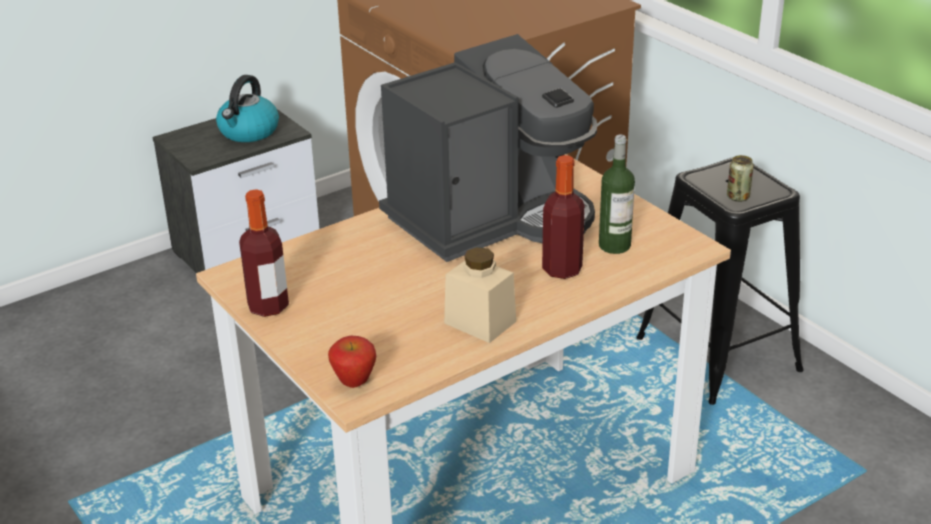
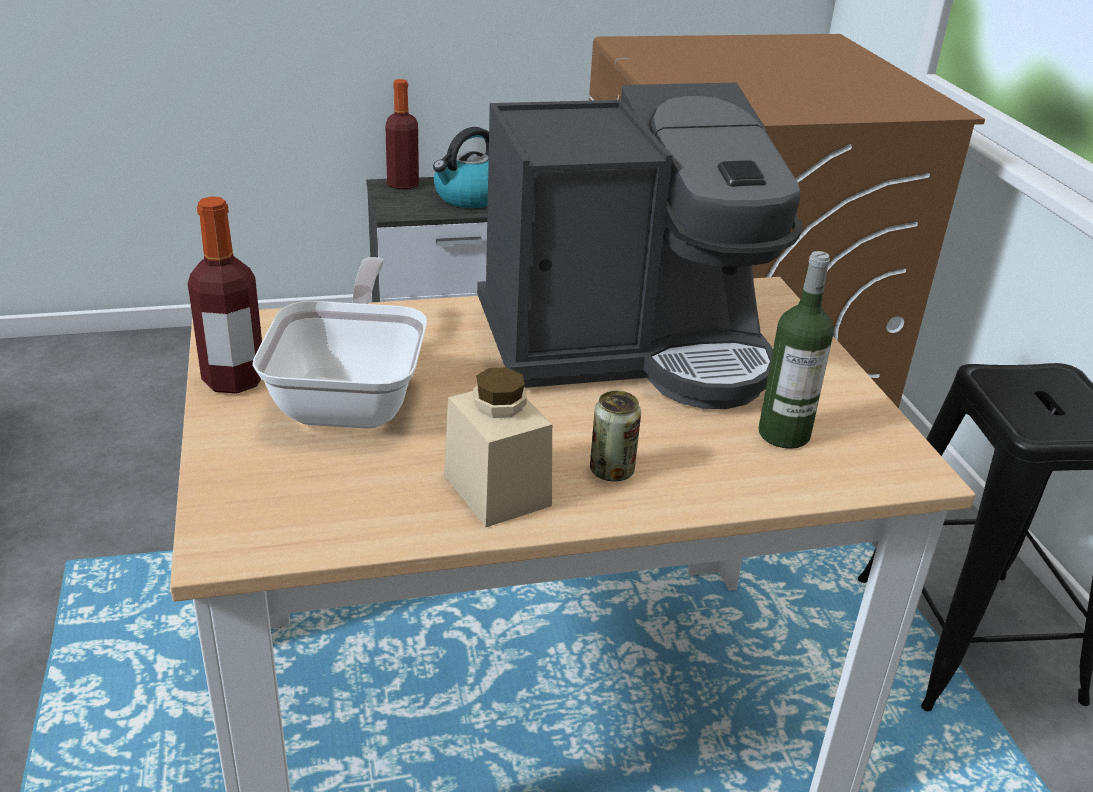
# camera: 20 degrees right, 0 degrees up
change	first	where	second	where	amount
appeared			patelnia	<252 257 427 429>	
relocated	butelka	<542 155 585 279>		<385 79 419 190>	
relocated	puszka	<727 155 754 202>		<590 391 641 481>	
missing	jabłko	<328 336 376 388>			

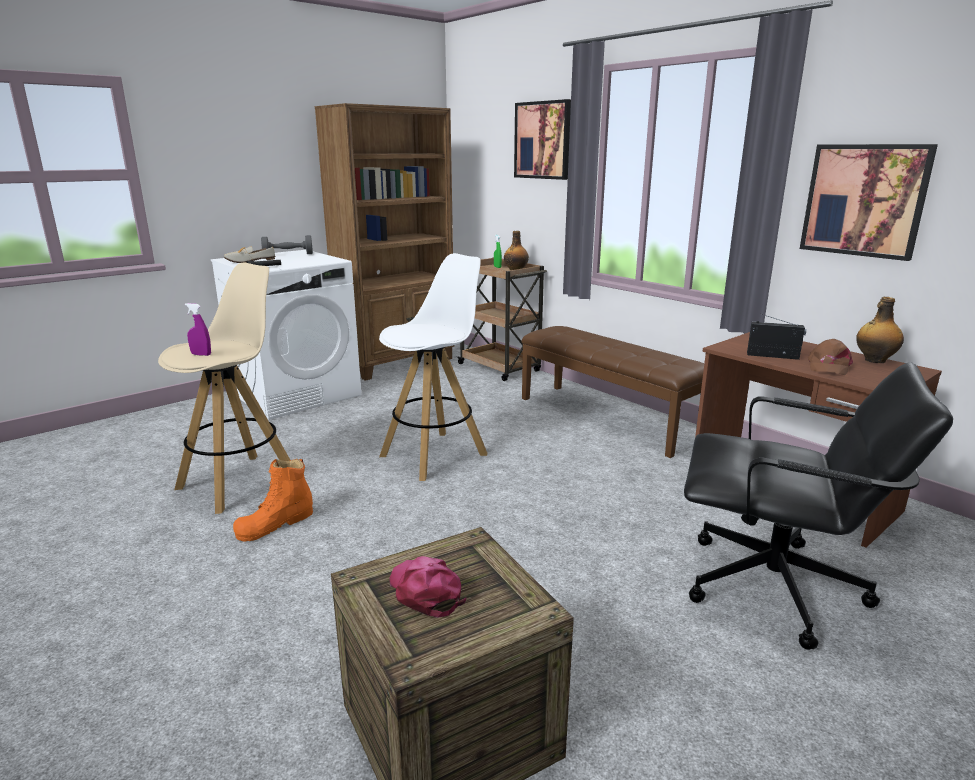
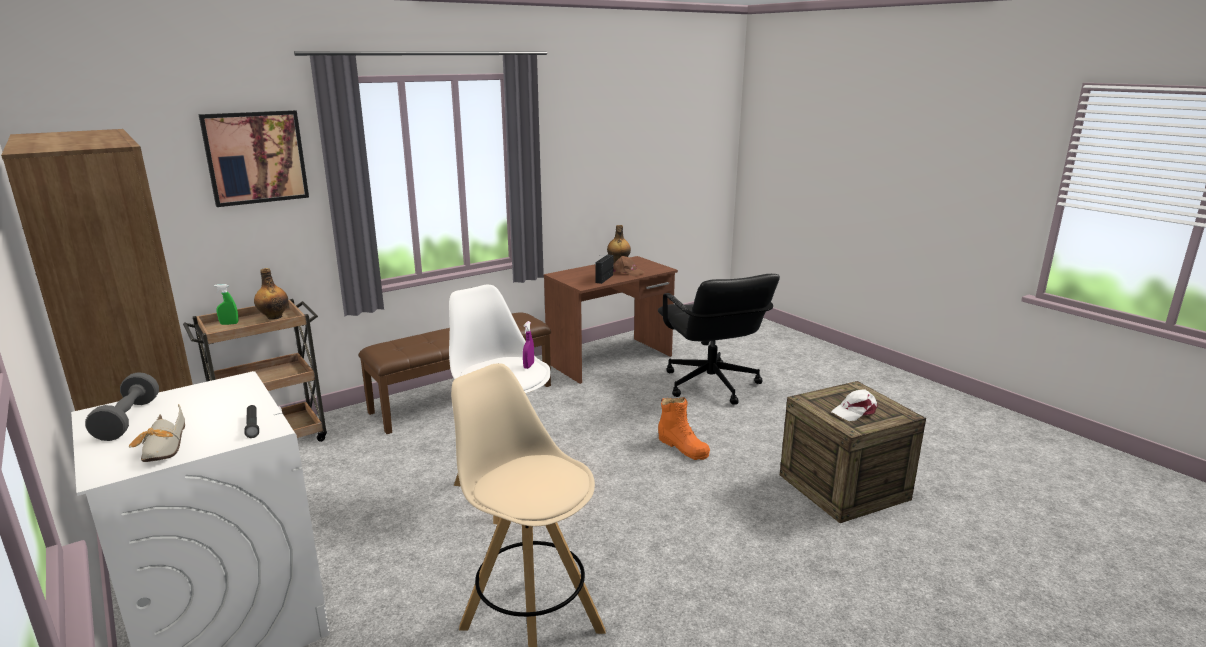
# camera: 85 degrees left, 0 degrees up
change	first	where	second	where	amount
relocated	spryskiwacz/fioletowy	<185 303 211 356>		<523 321 534 369>	
spun	krzesło biurowe/czarny	<684 362 953 650>		<658 274 780 405>	135 degrees clockwise
relocated	but z cholewką/pomarańczowy	<233 459 313 542>		<658 397 710 460>	
colour	czapka z daszkiem/różowy	<389 556 467 618>	czapka z daszkiem/biały	<832 389 878 421>	
missing	obraz	<800 144 938 261>			

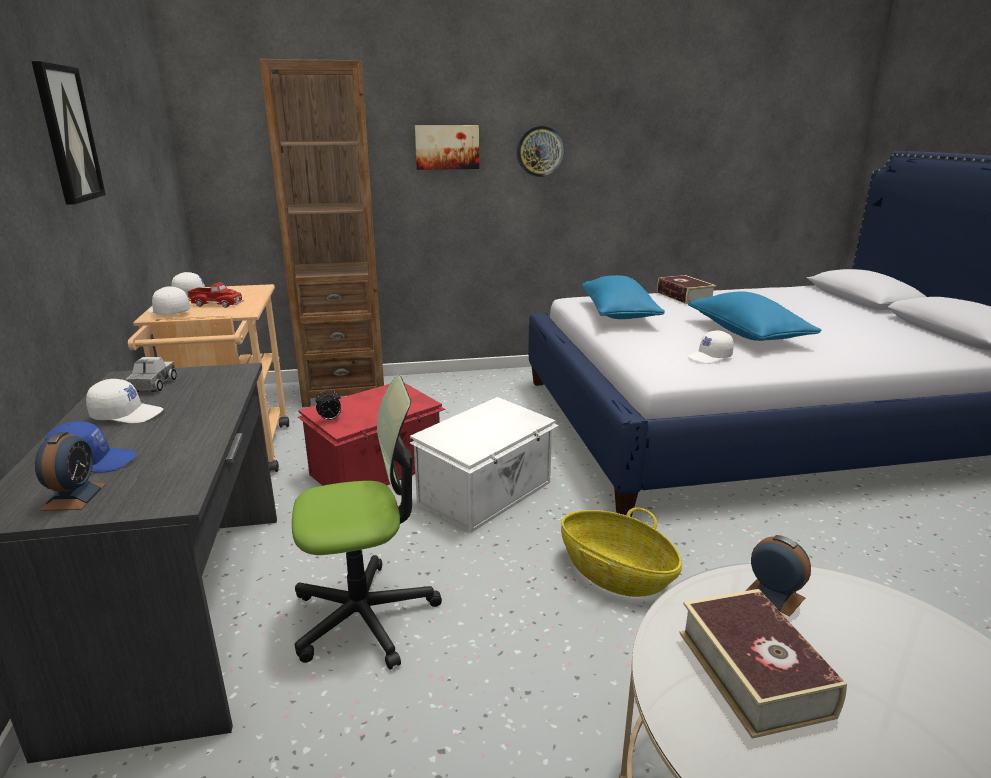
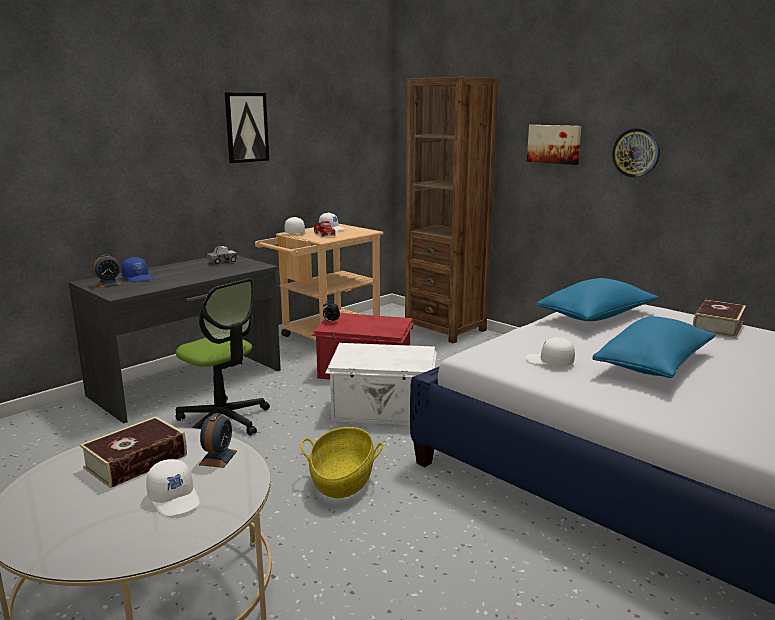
# camera: 55 degrees right, 5 degrees down
change	first	where	second	where	amount
relocated	czapka z daszkiem/biały	<86 379 163 423>		<146 459 200 516>	

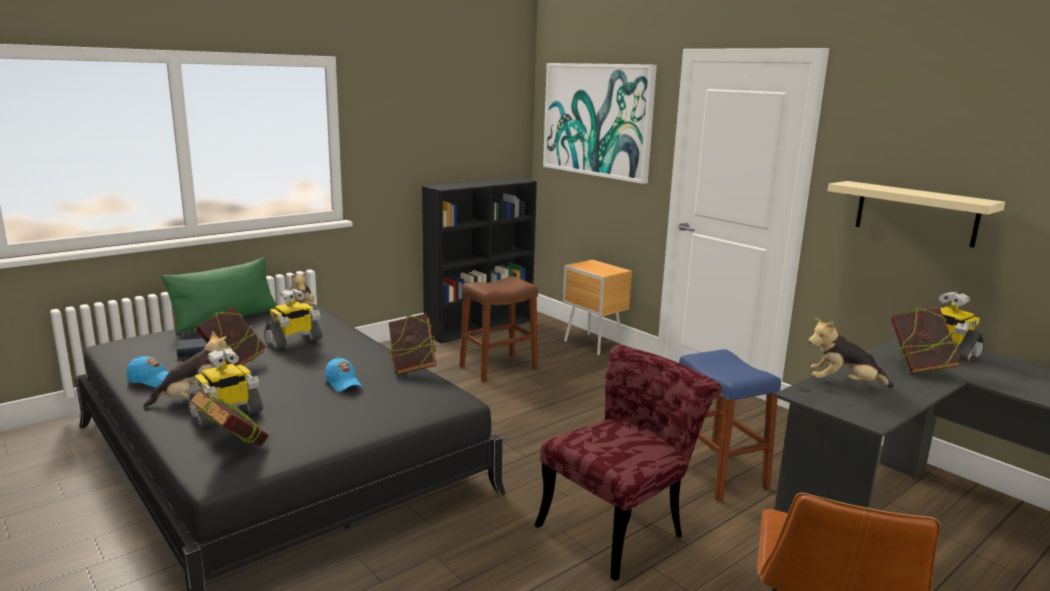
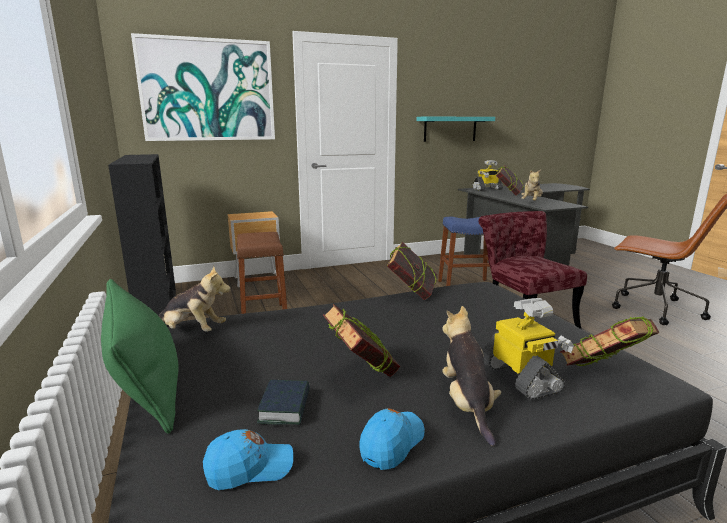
# camera: 70 degrees left, 0 degrees up
change	first	where	second	where	amount
relocated	czapka z daszkiem/niebieski	<325 357 362 392>		<203 429 293 490>	
colour	półka/beżowy	<827 181 1005 248>	półka/turkusowy	<417 117 495 142>	
missing	robot zabawkowy	<264 289 322 349>			

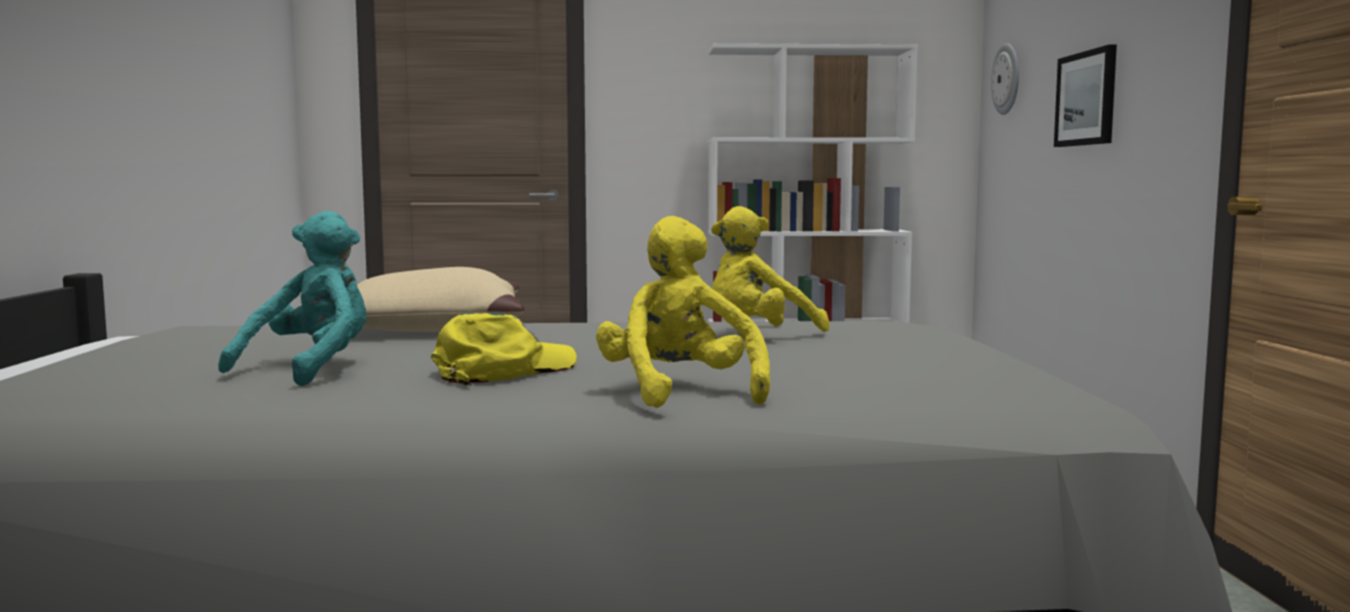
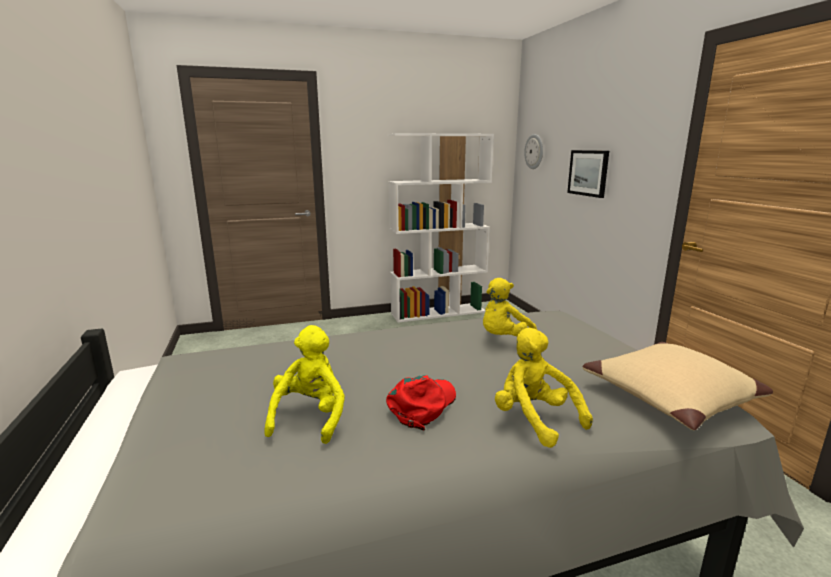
# camera: 15 degrees left, 10 degrees up
change	first	where	second	where	amount
colour	pluszak/turkusowy	<218 211 367 386>	pluszak/żółty	<264 325 345 444>	
colour	czapka z daszkiem/żółty	<431 313 577 386>	czapka z daszkiem/czerwony	<386 375 456 430>	
relocated	poduszka/beżowy	<357 267 524 332>		<582 342 773 430>	

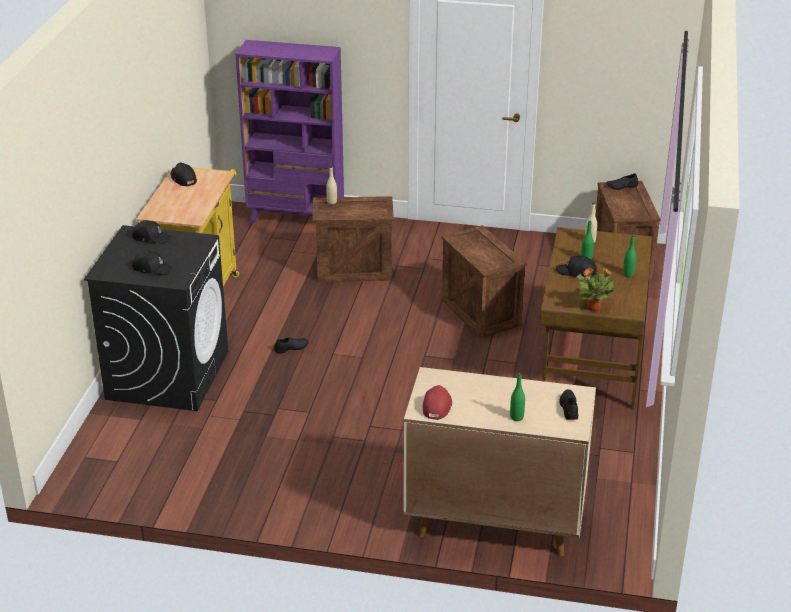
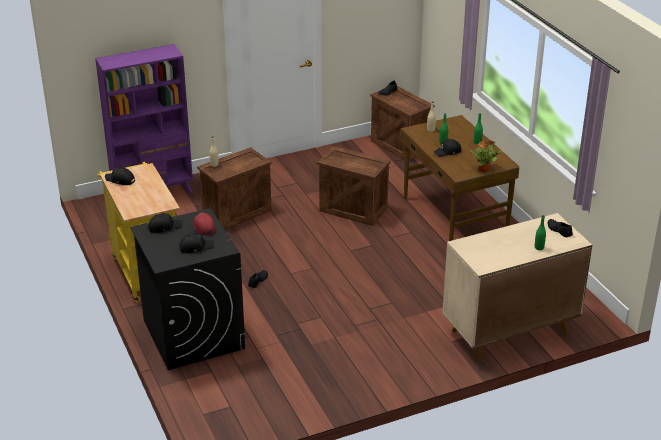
# camera: 35 degrees left, 0 degrees up
change	first	where	second	where	amount
relocated	czapka z daszkiem/czerwony	<423 385 452 420>		<193 212 215 236>	

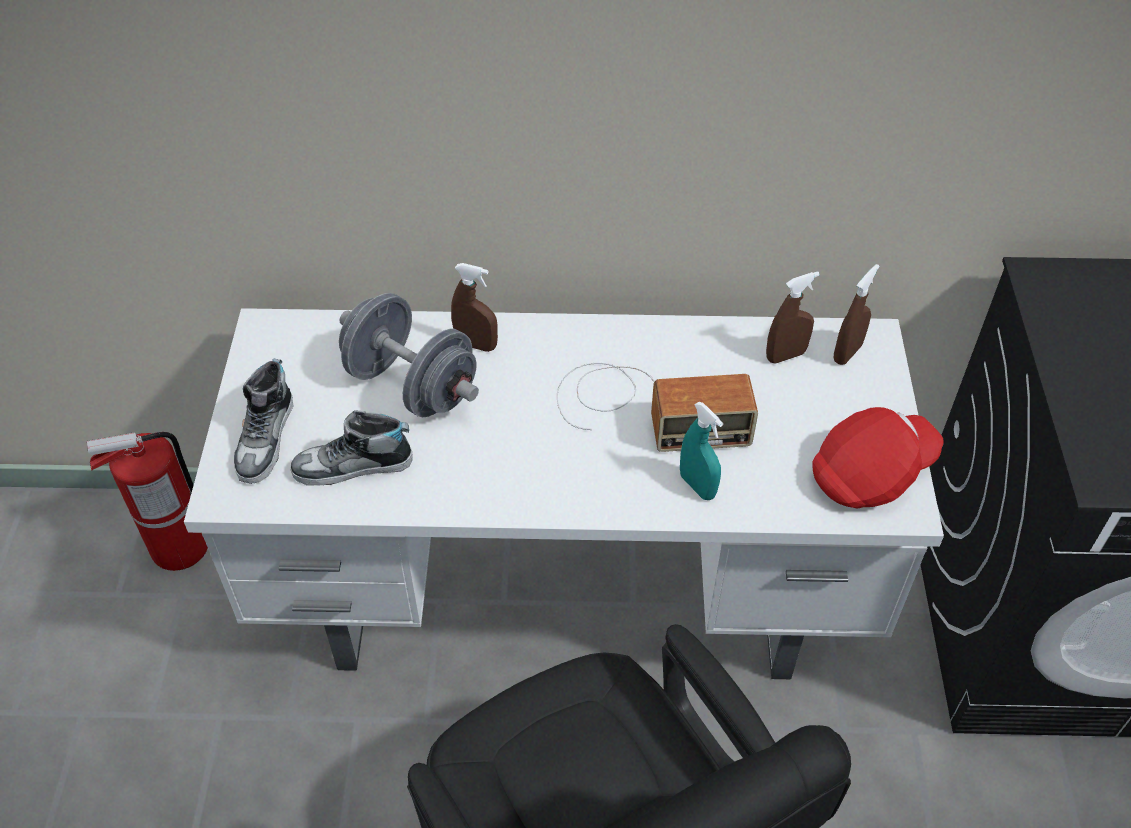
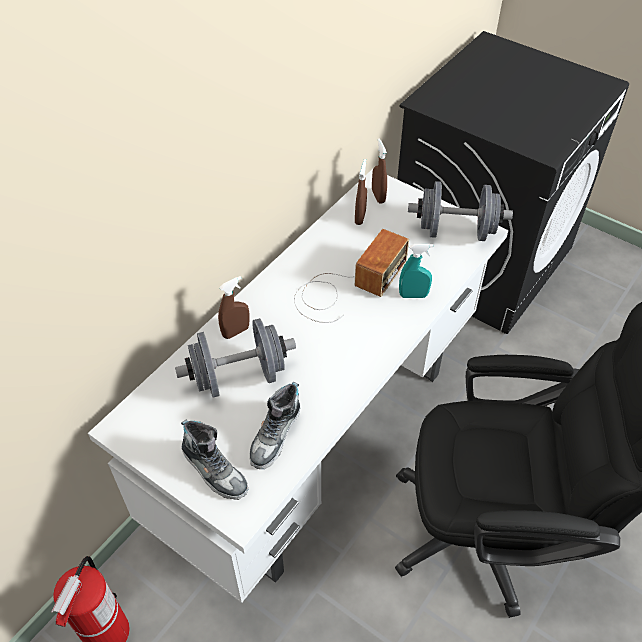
# camera: 55 degrees left, 0 degrees up
change	first	where	second	where	amount
exchanged	czapka z daszkiem/czerwony	<812 407 944 509>	hantel/szary	<408 181 513 241>	

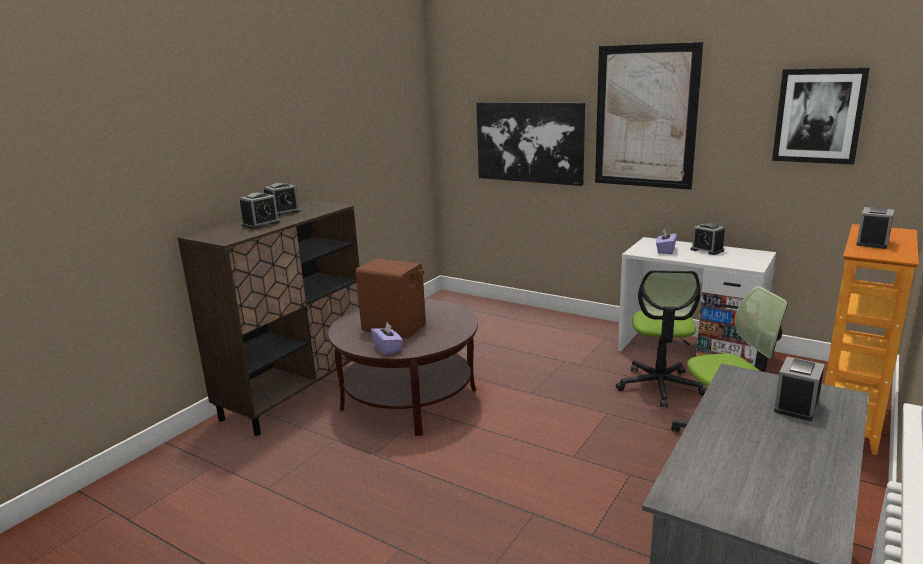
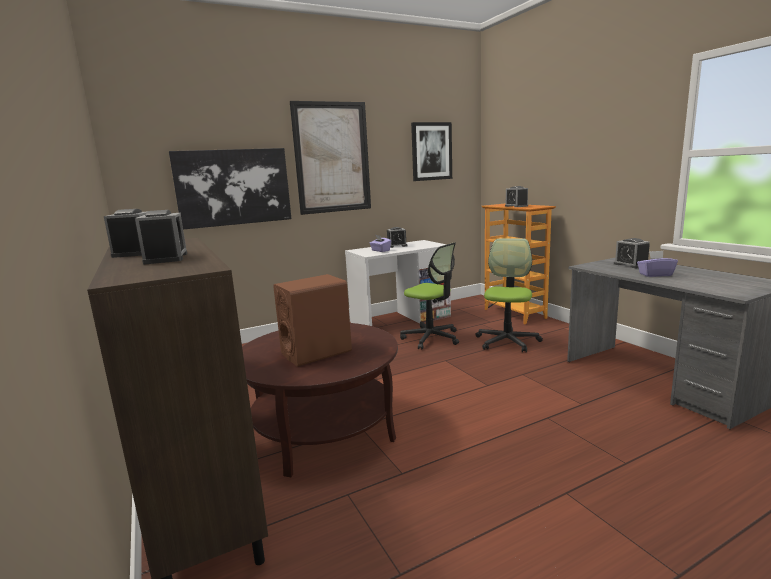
# camera: 60 degrees left, 5 degrees down
change	first	where	second	where	amount
relocated	pudełko chusteczek/fioletowy	<371 322 403 355>		<637 251 678 277>	

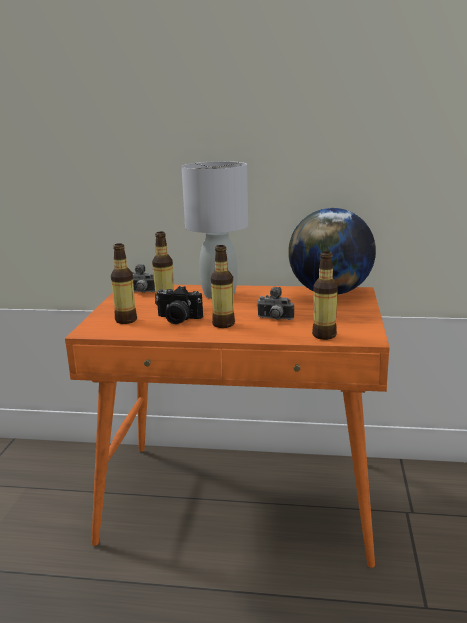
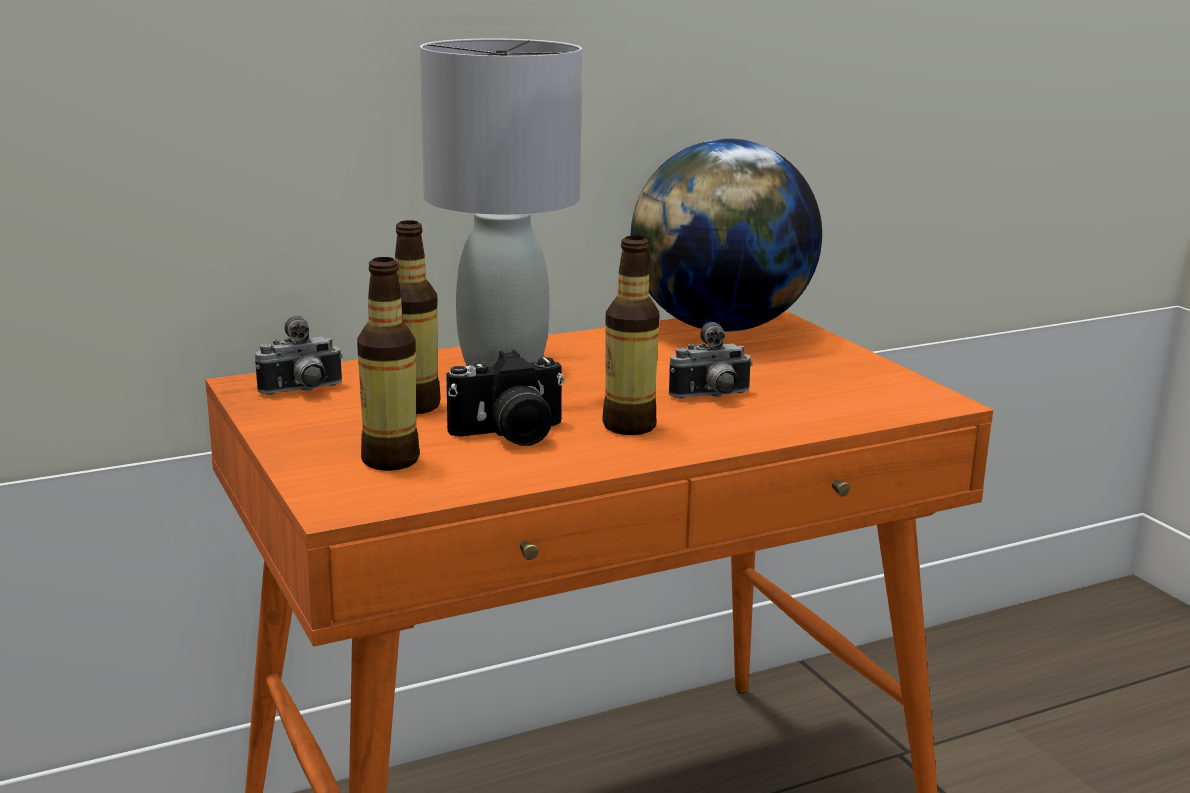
# camera: 35 degrees left, 0 degrees up
change	first	where	second	where	amount
missing	butelka	<312 251 338 340>			

